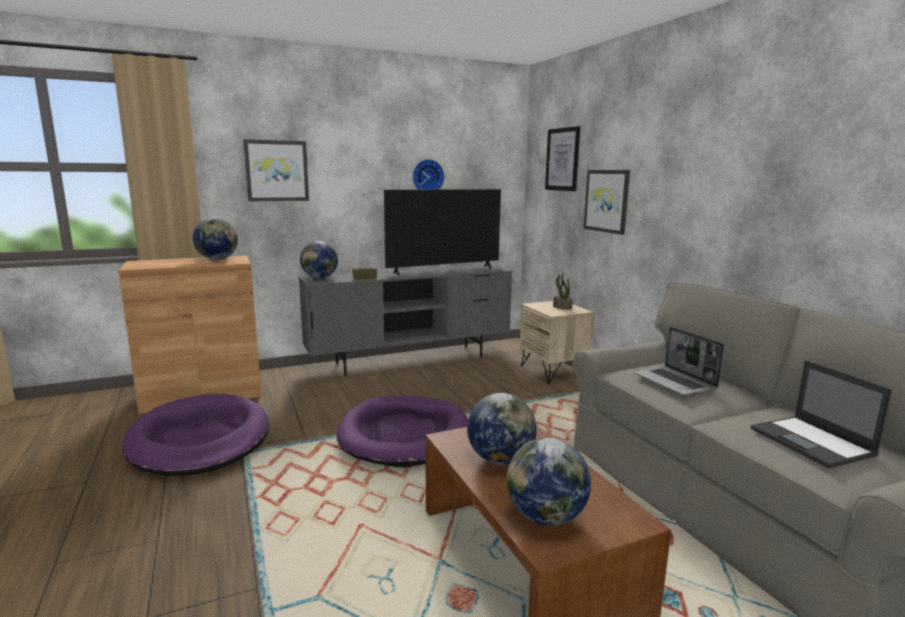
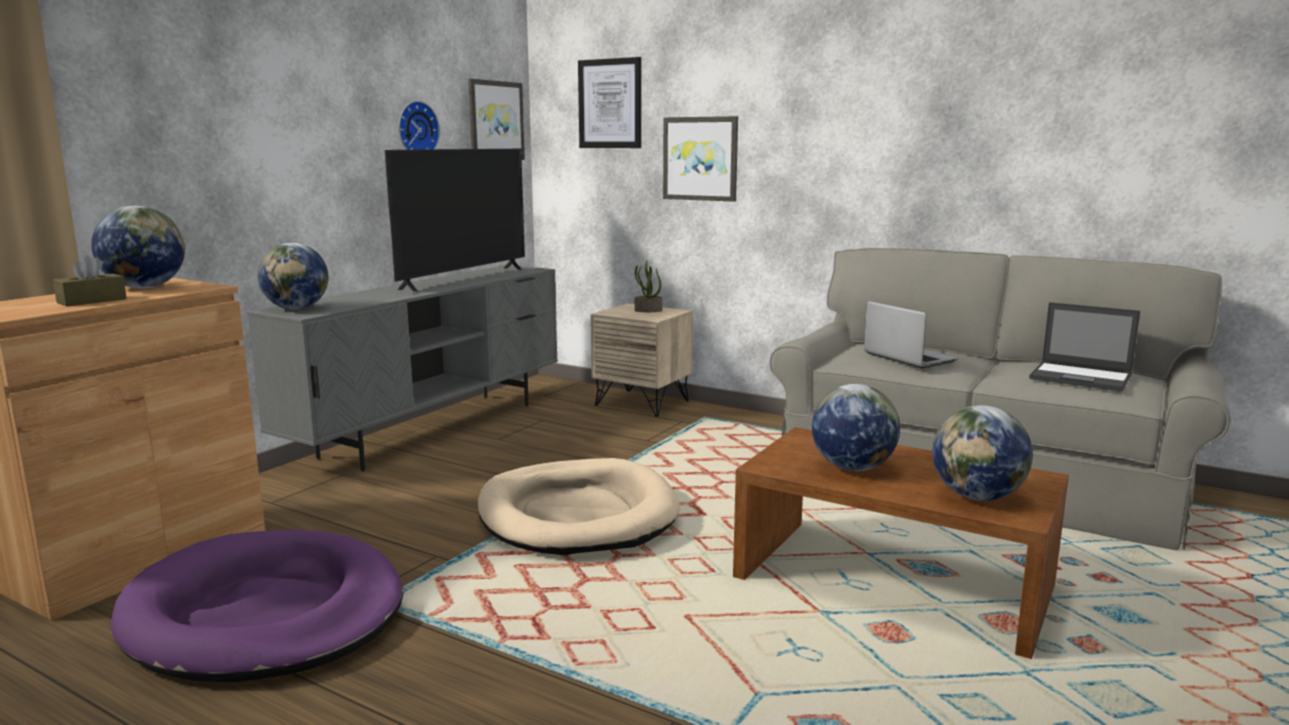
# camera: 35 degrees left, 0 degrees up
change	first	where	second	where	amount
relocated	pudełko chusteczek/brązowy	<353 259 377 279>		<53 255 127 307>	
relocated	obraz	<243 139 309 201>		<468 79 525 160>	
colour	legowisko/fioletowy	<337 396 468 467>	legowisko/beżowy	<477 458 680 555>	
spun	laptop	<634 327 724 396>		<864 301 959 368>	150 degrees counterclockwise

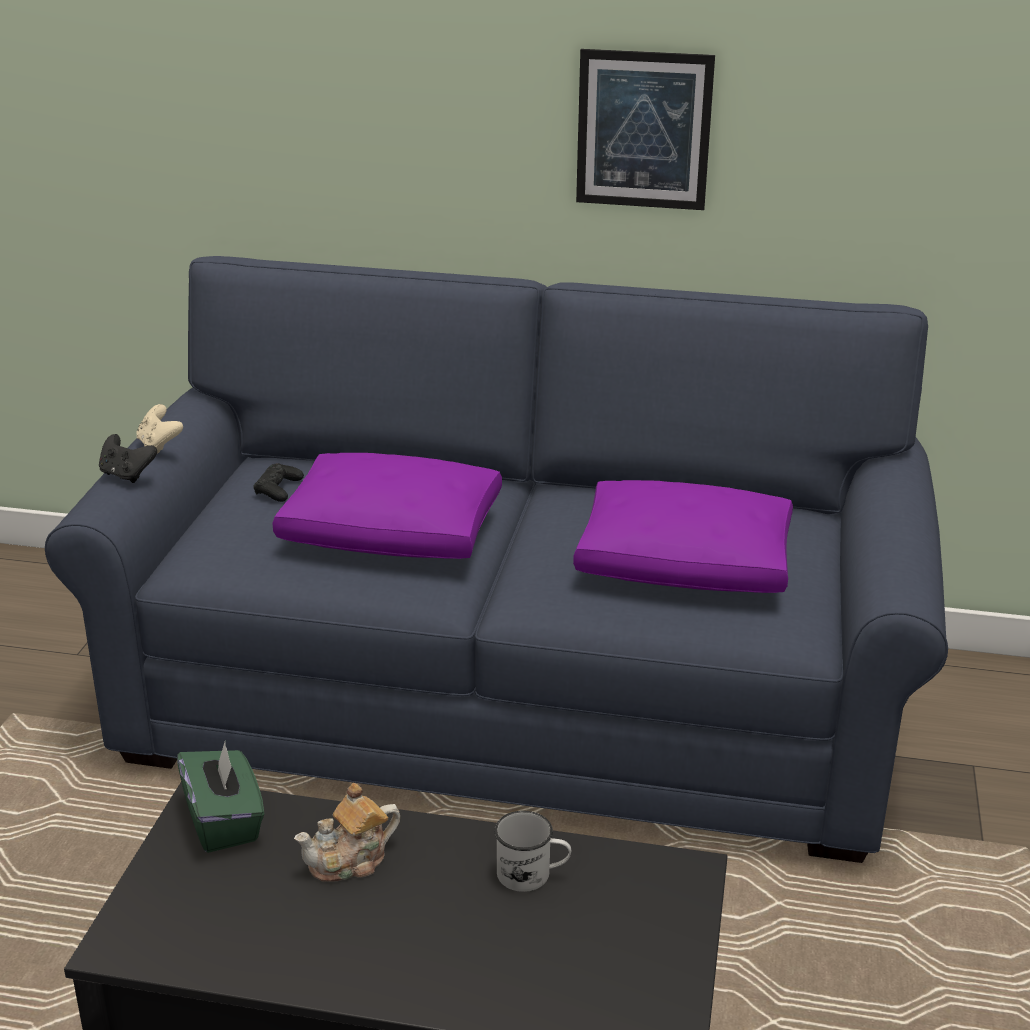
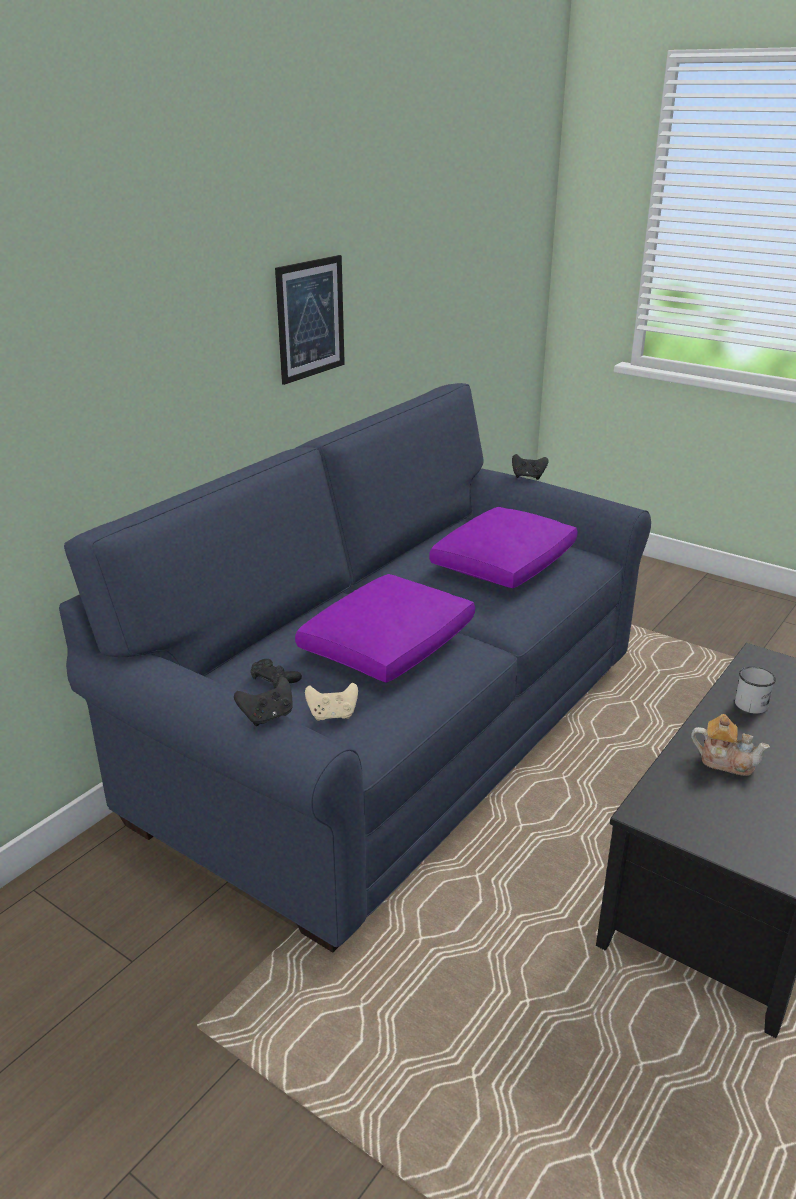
# camera: 65 degrees left, 0 degrees up
change	first	where	second	where	amount
relocated	pad do gier/beżowy	<136 404 183 453>		<305 683 358 721>	
appeared			pad do gier/czarny	<512 454 549 480>	
spun	imbryk	<294 783 400 882>		<691 714 770 776>	60 degrees counterclockwise
missing	pudełko chusteczek/zielony	<177 741 264 853>			

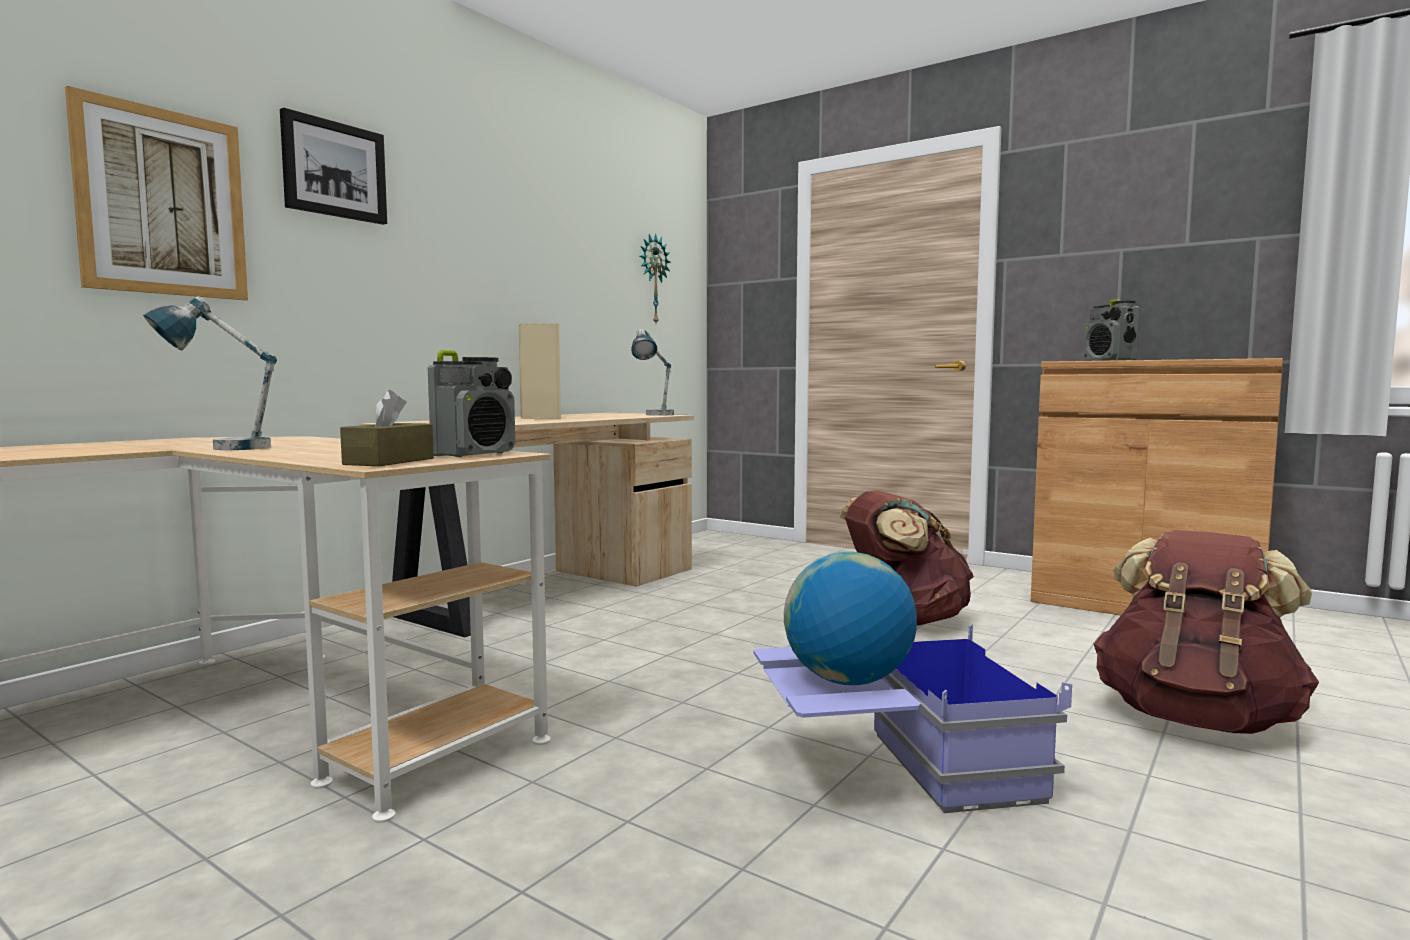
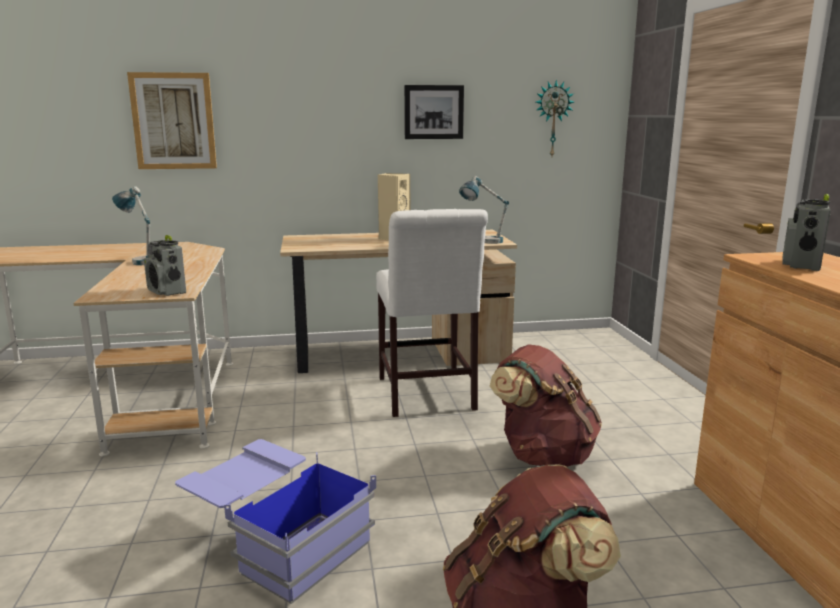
# camera: 45 degrees right, 10 degrees up
change	first	where	second	where	amount
spun	radio	<428 350 515 457>		<144 235 186 296>	60 degrees clockwise
appeared			krzesło/biały	<376 209 488 417>	
relocated	obraz	<280 108 387 225>		<404 85 464 139>	
missing	pudełko chusteczek/brązowy	<340 390 434 466>			
missing	globus	<784 552 917 685>			

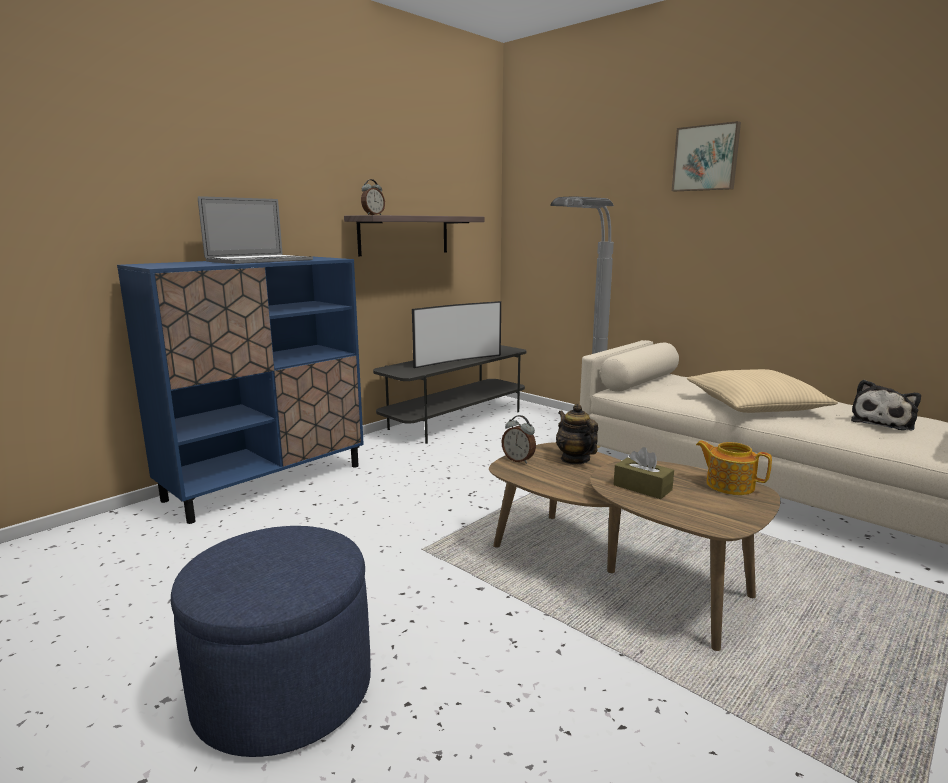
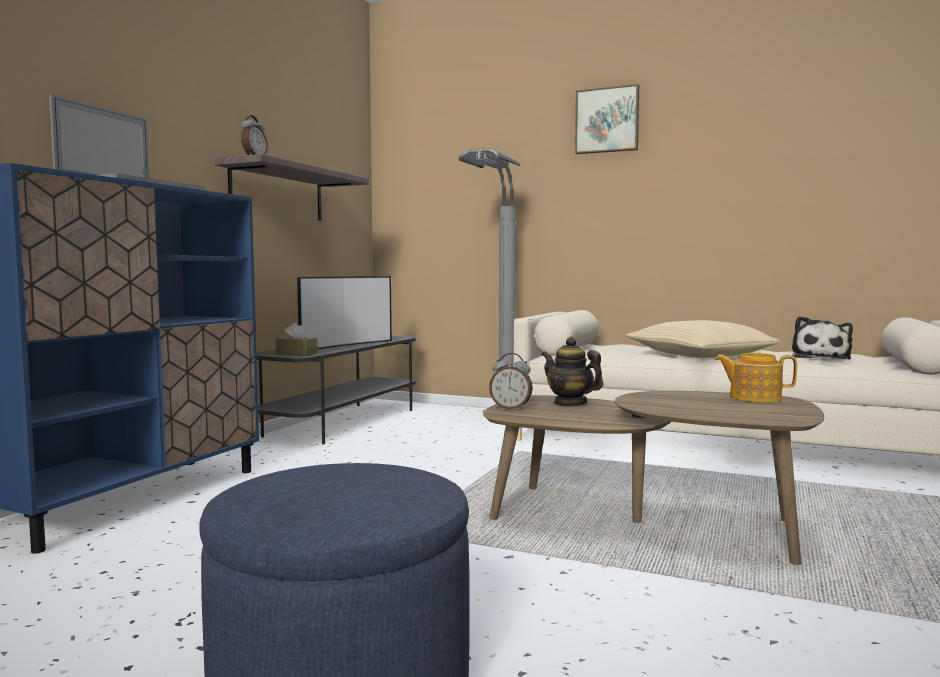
# camera: 20 degrees left, 10 degrees down
change	first	where	second	where	amount
relocated	pudełko chusteczek/brązowy	<614 447 674 499>		<276 323 318 356>	

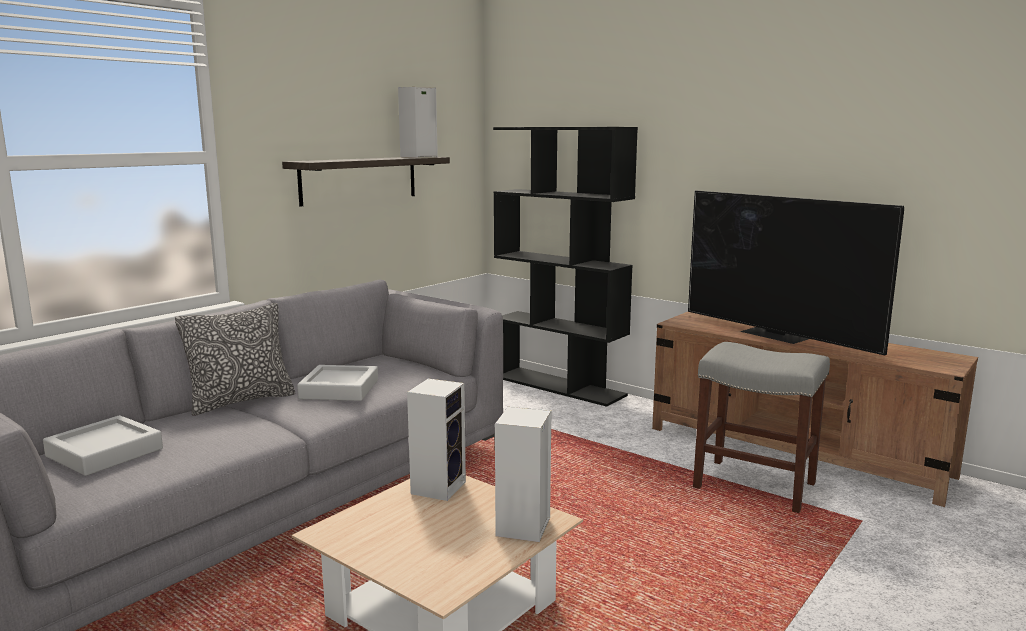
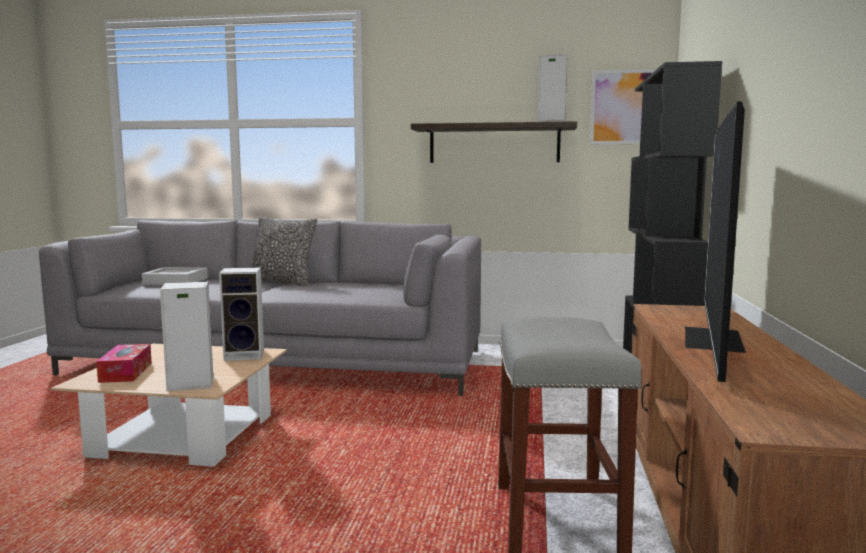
# camera: 60 degrees right, 5 degrees down
change	first	where	second	where	amount
appeared			pudełko chusteczek	<96 344 152 383>	
appeared			obraz	<590 69 655 144>	
missing	taca/szary	<297 365 378 401>			

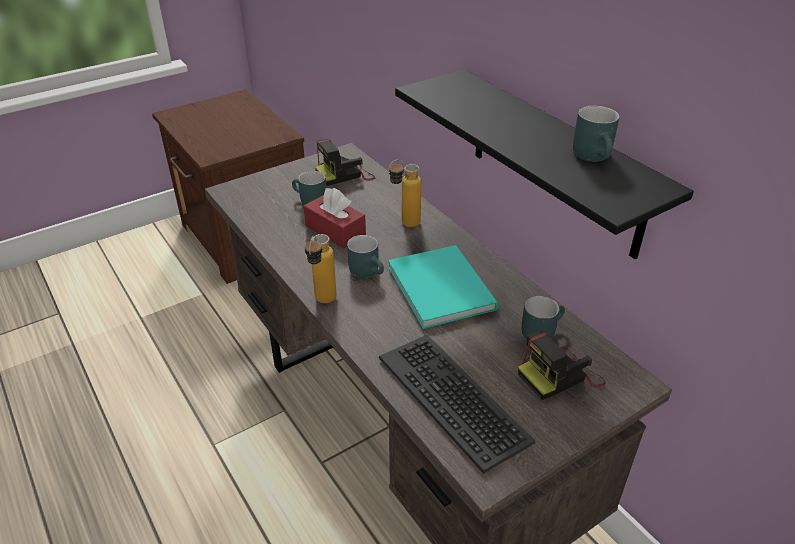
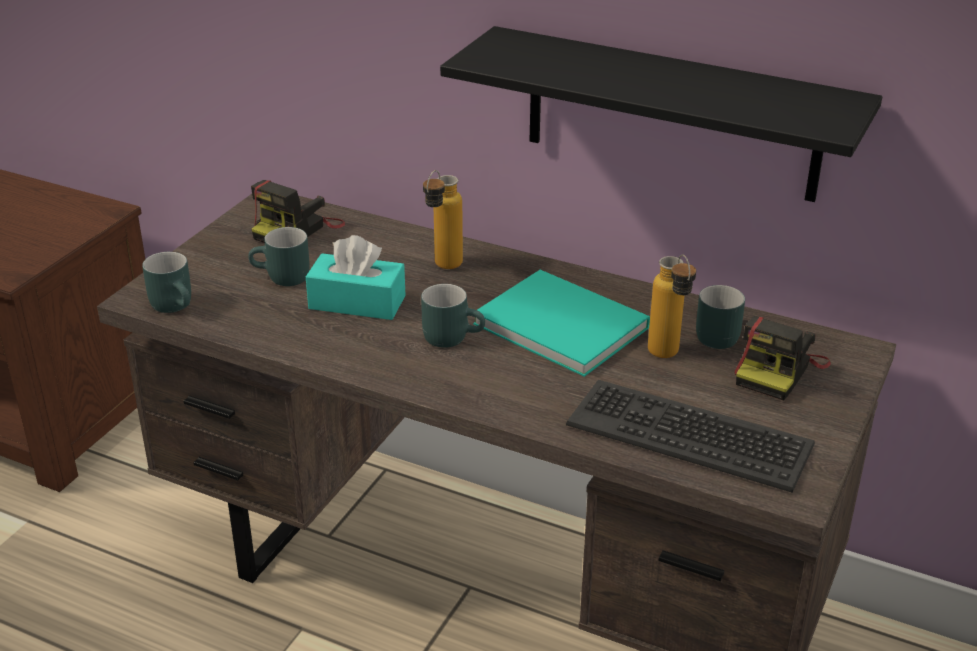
# camera: 30 degrees left, 5 degrees down
change	first	where	second	where	amount
relocated	kubek/turkusowy	<573 106 620 162>		<142 252 191 313>	
colour	pudełko chusteczek/czerwony	<304 188 366 249>	pudełko chusteczek/turkusowy	<306 235 406 320>	
relocated	butelka	<305 234 336 303>		<648 254 696 358>	

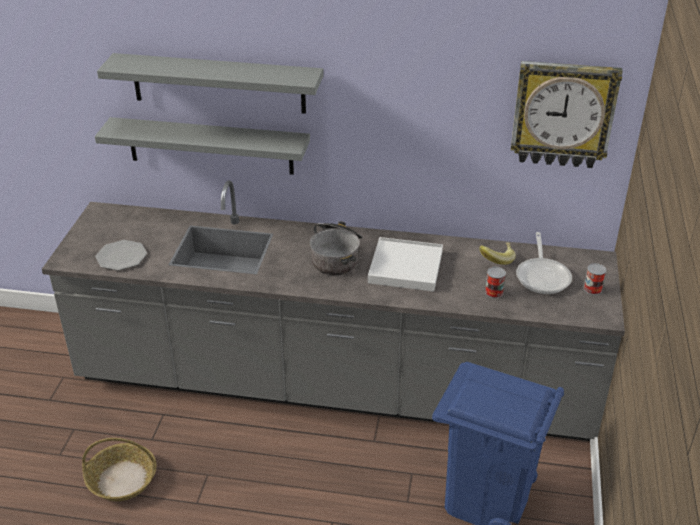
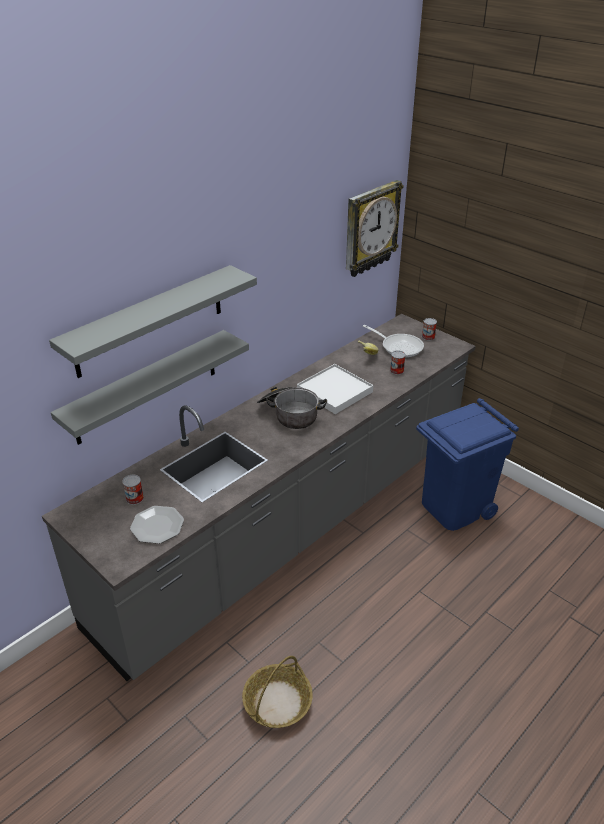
# camera: 55 degrees left, 0 degrees up
change	first	where	second	where	amount
appeared			puszka	<122 475 144 505>	

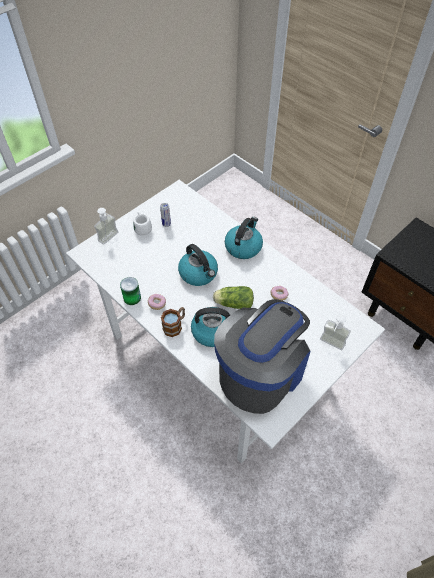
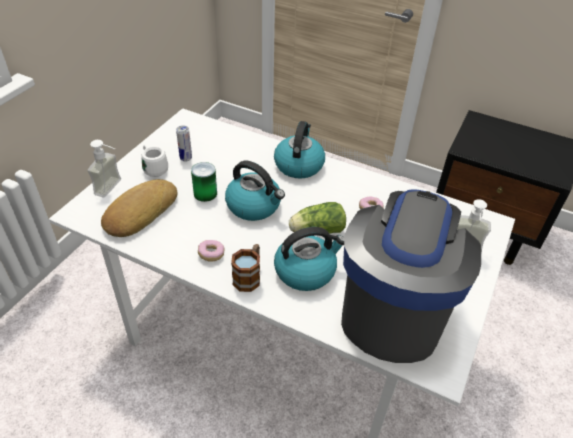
# camera: 20 degrees left, 10 degrees down
change	first	where	second	where	amount
appeared			chleb	<101 179 178 237>	
relocated	puszka	<120 277 141 305>		<191 162 217 202>	

